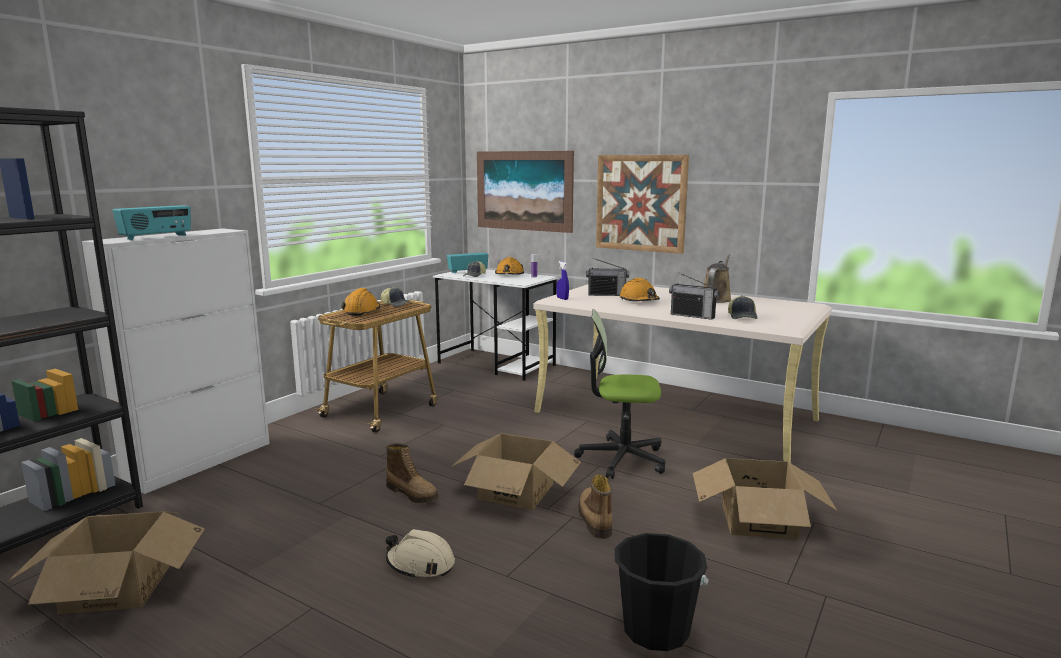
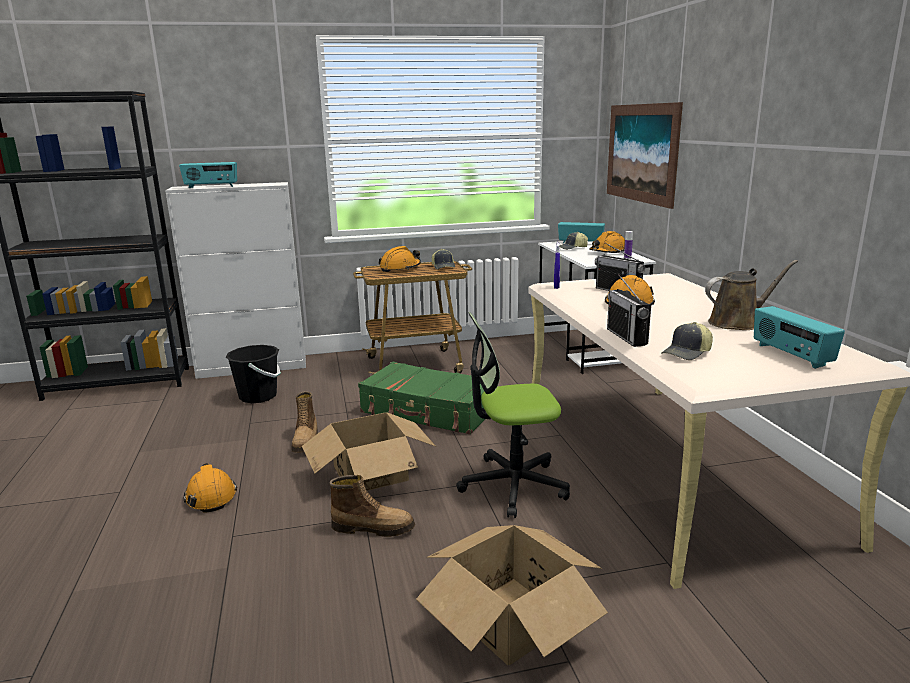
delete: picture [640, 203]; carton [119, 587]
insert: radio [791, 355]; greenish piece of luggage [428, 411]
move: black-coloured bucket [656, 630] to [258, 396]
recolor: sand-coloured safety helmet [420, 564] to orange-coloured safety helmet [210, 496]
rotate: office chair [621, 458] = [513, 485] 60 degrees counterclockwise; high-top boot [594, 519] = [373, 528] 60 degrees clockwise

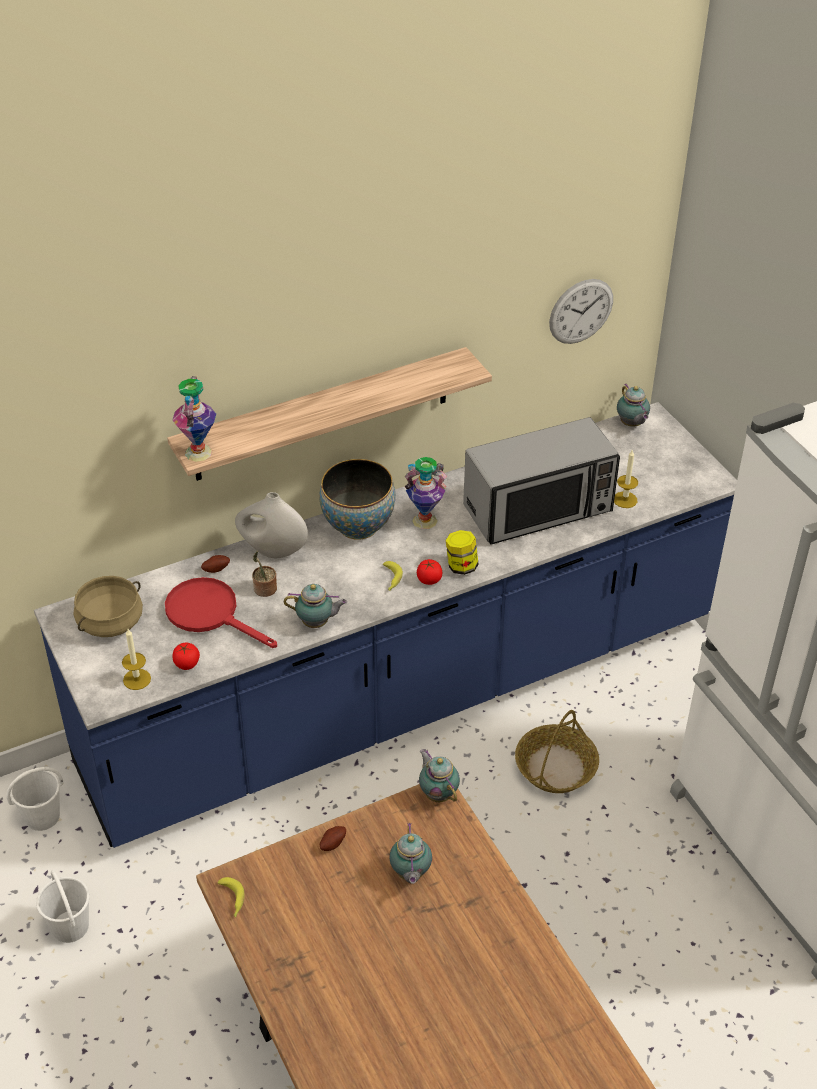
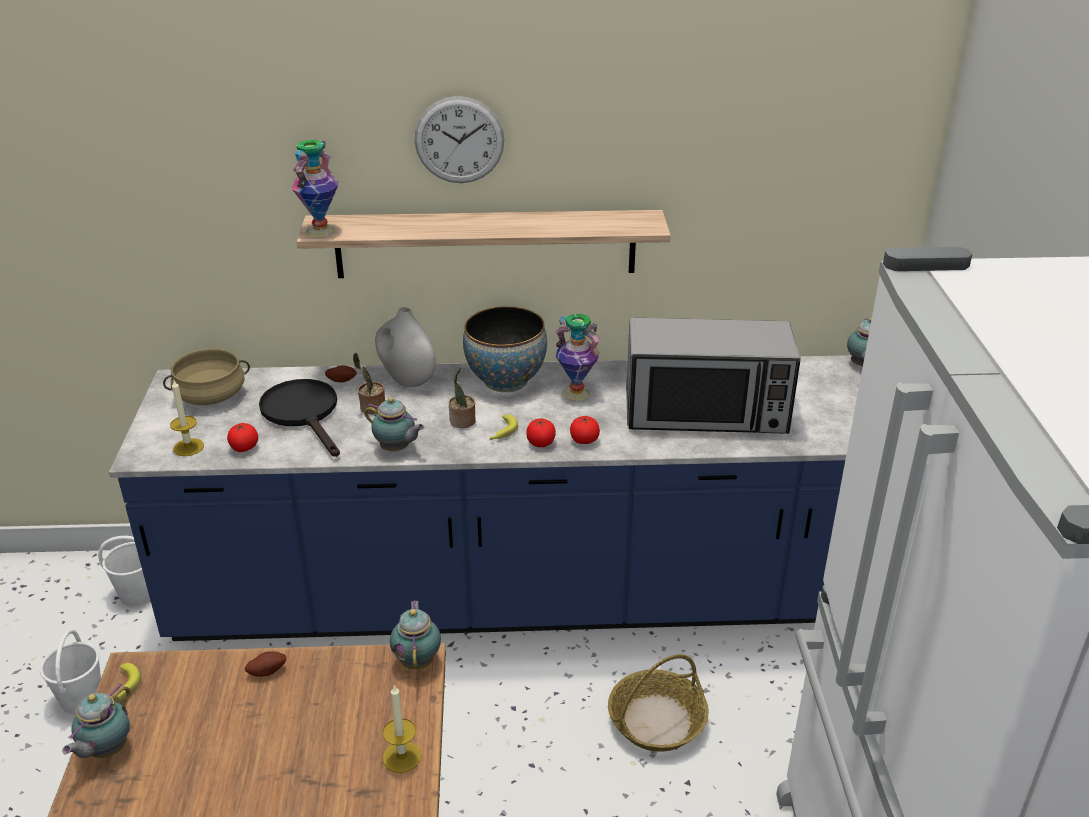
insert: potted plant [462, 422]
move: hanging clock [581, 311] to [459, 140]; candle [625, 500] to [402, 756]; teapot [410, 874] to [106, 750]
replace: jar [461, 566] to whole tomato [584, 440]
recolor: reddish skillet [210, 613] to black-coloured skillet [304, 413]

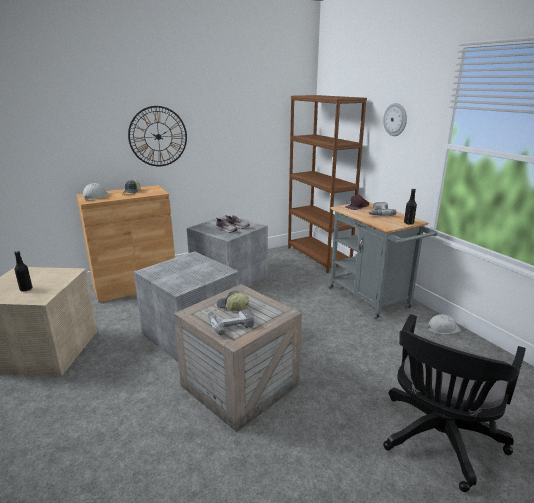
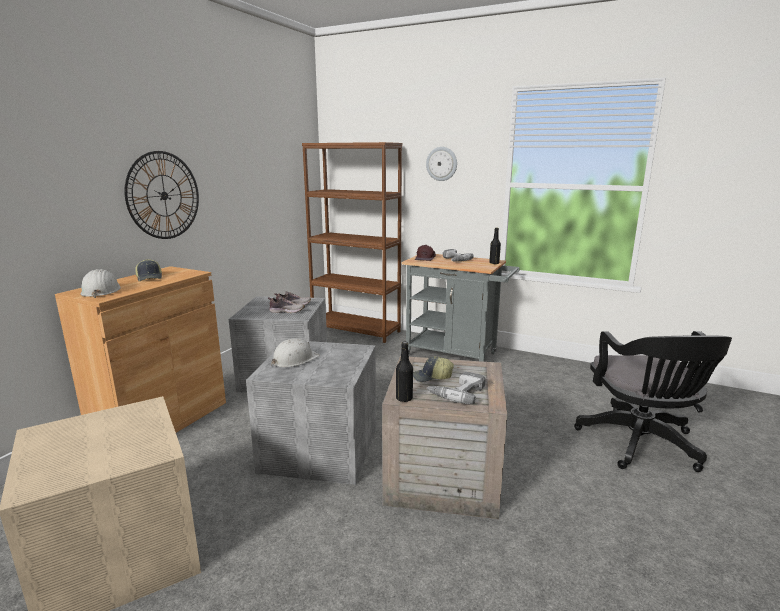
move: black-coloured drink bottle [26, 289] to [404, 398]; whitish safety helmet [442, 328] to [294, 359]

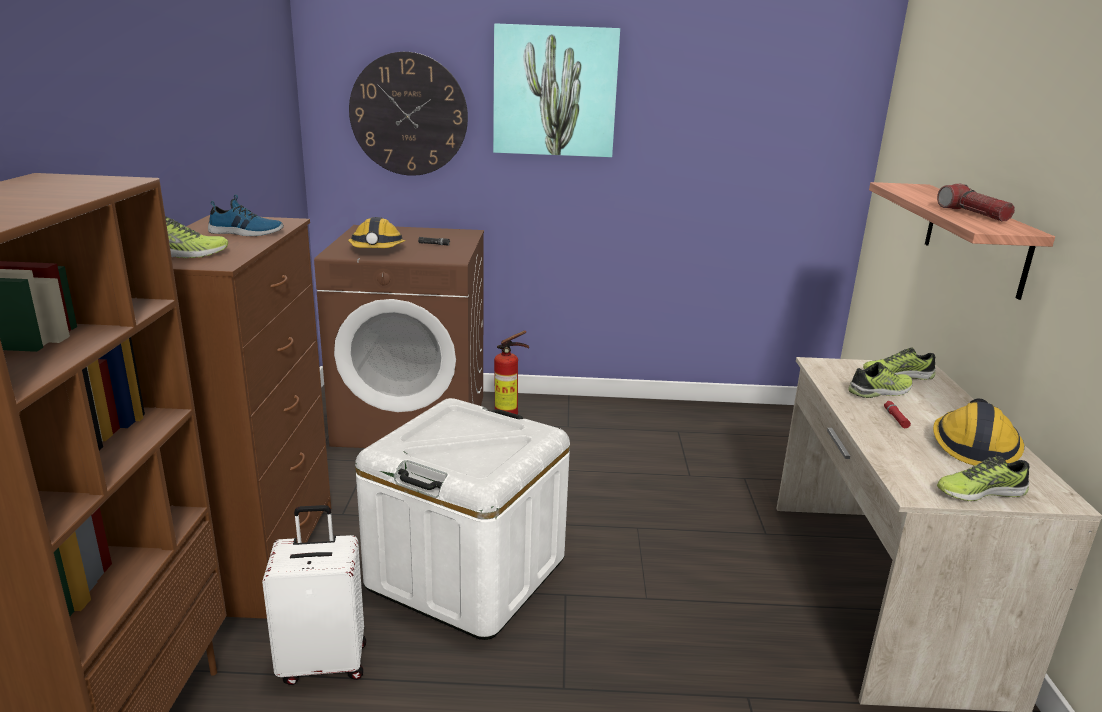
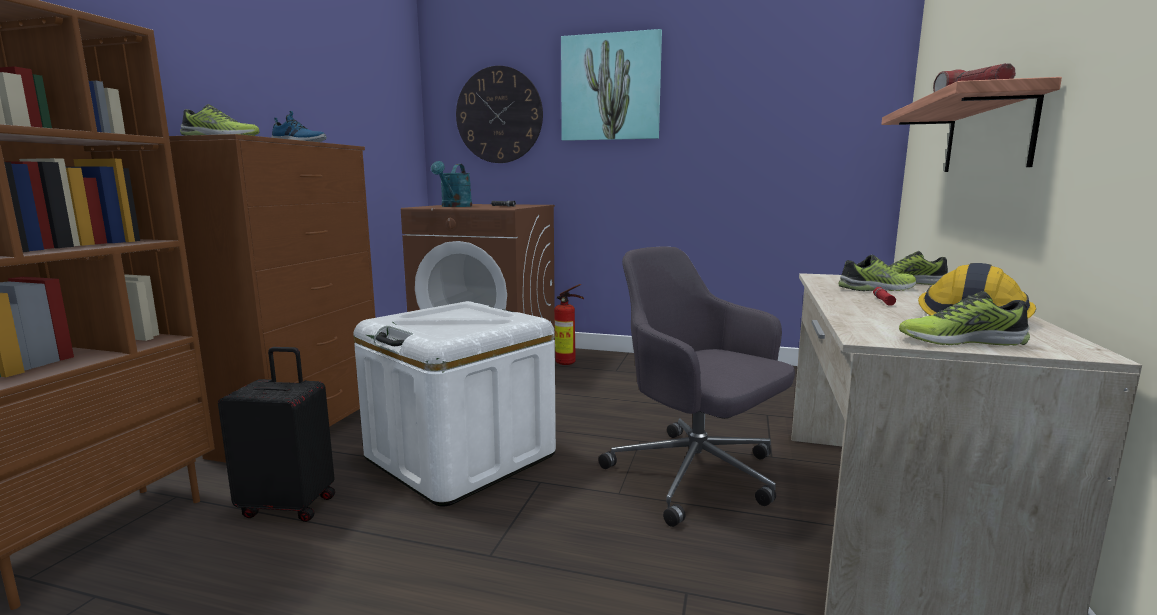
insert: greyish office chair [697, 475]
replace: safety helmet [377, 250] to blue-green watering pot [454, 206]
recolor: whitish piece of luggage [324, 662] to black-coloured piece of luggage [289, 505]

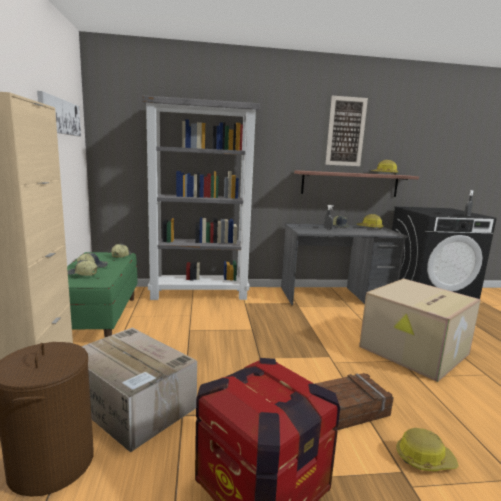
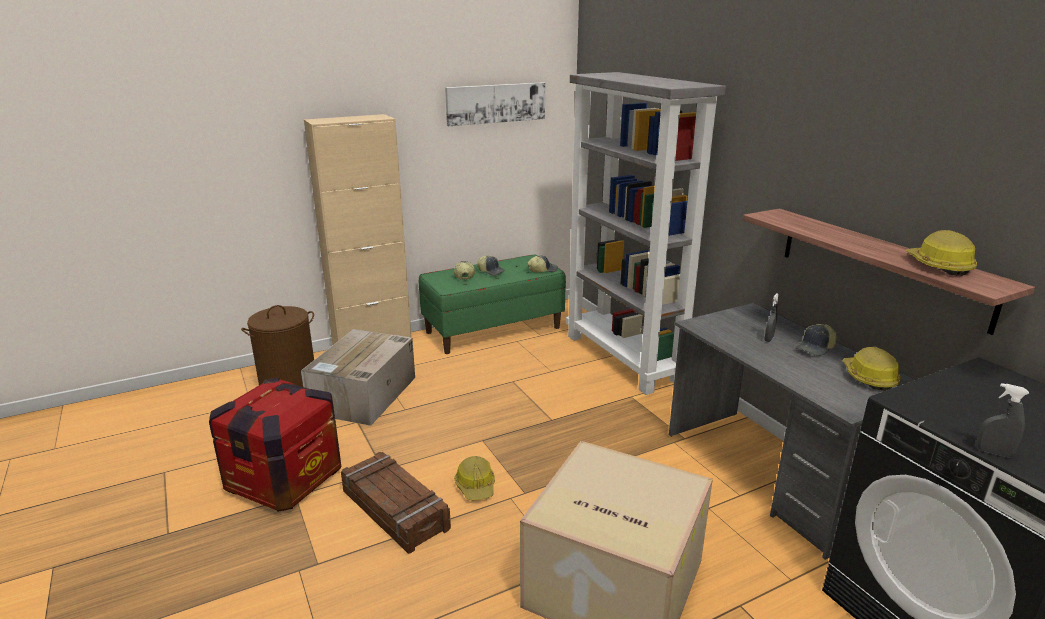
delete: picture [346, 131]
move: safety helmet [424, 459] to [476, 486]

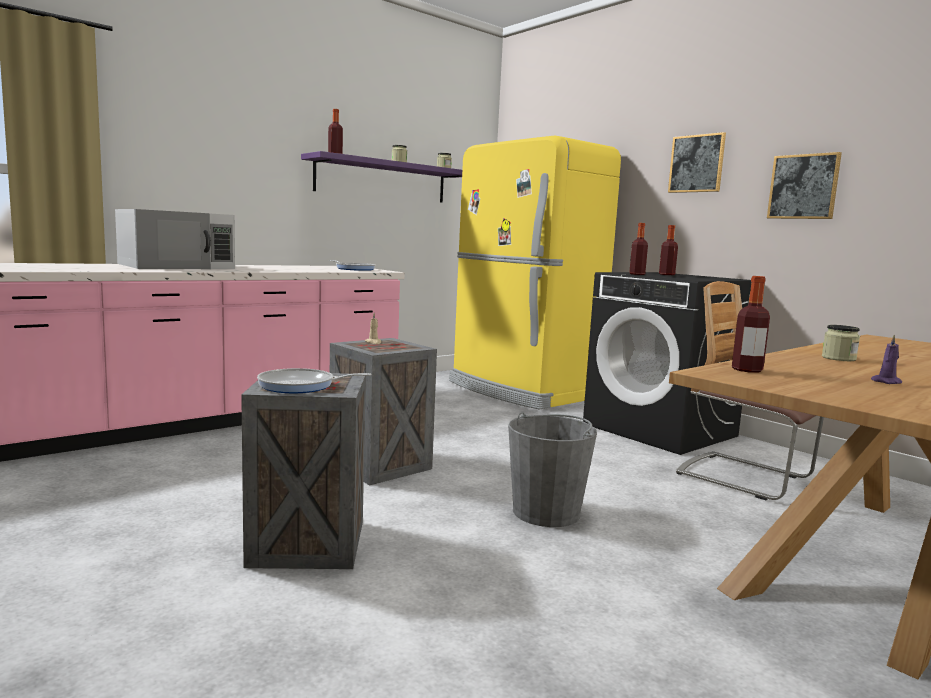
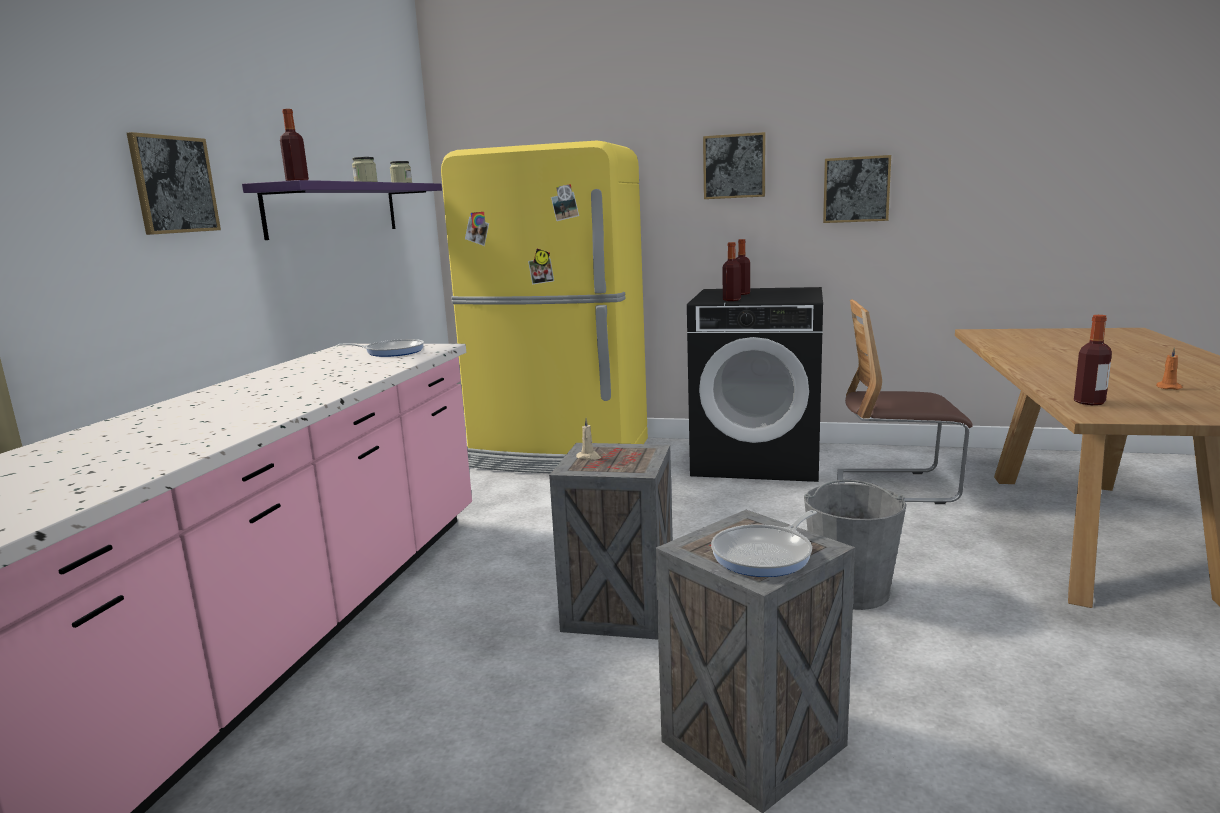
delete: whitish microwave oven [177, 266]; jar [838, 358]
insert: picture [174, 185]
recolor: purple-coloured candle [887, 382] to orange-coloured candle [1168, 387]

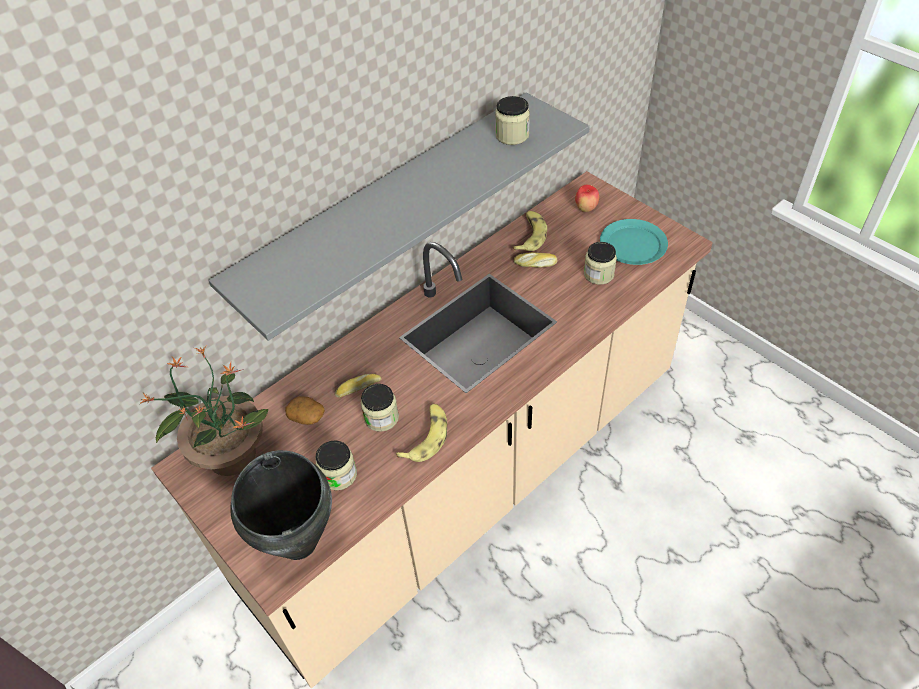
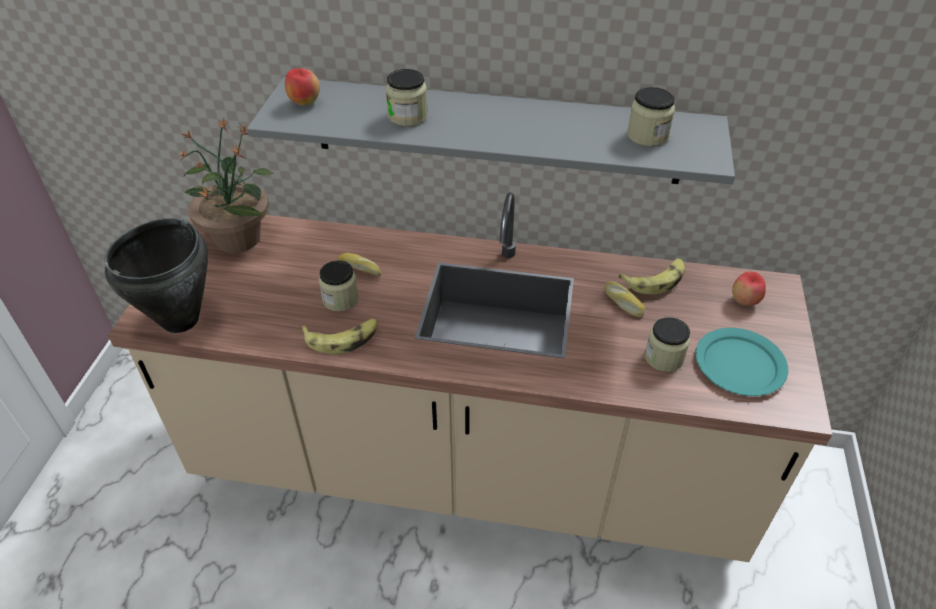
delete: potato [307, 416]
insert: whole apple [305, 103]
move: jar [339, 475] to [407, 116]

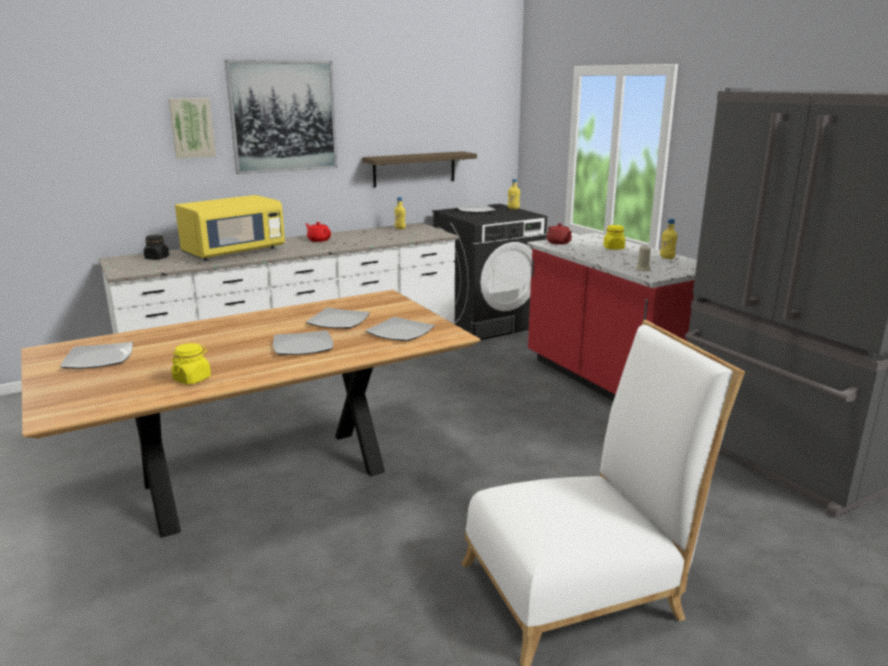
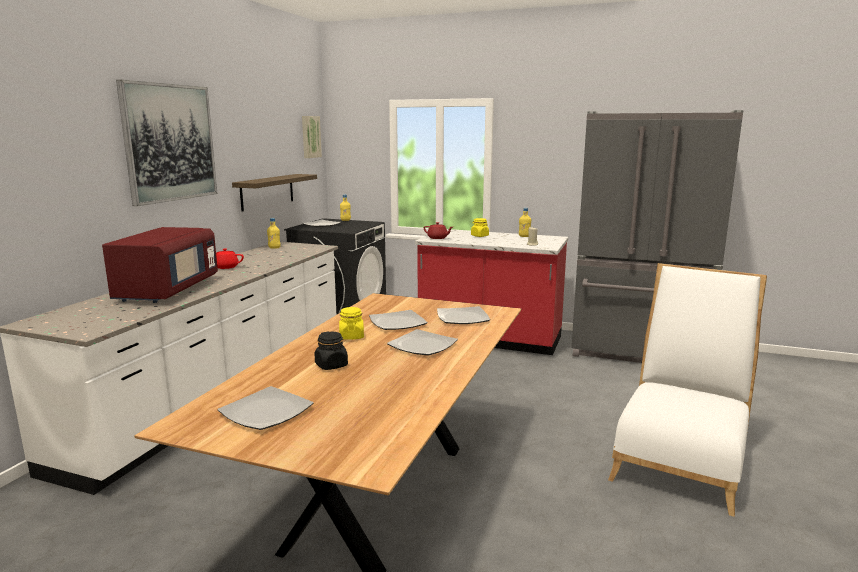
move: picture [192, 128] to [310, 137]; black-coloured jar [157, 258] to [331, 365]; yellow jar [192, 379] to [351, 336]
recolor: yellow microwave oven [234, 252] to reddish microwave oven [167, 291]

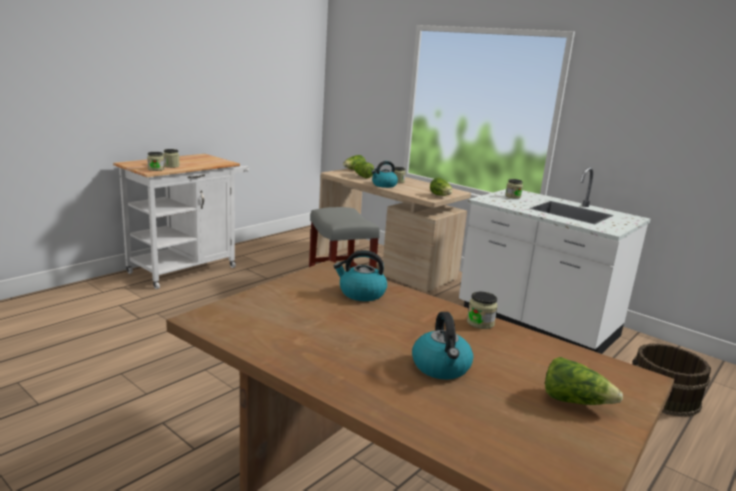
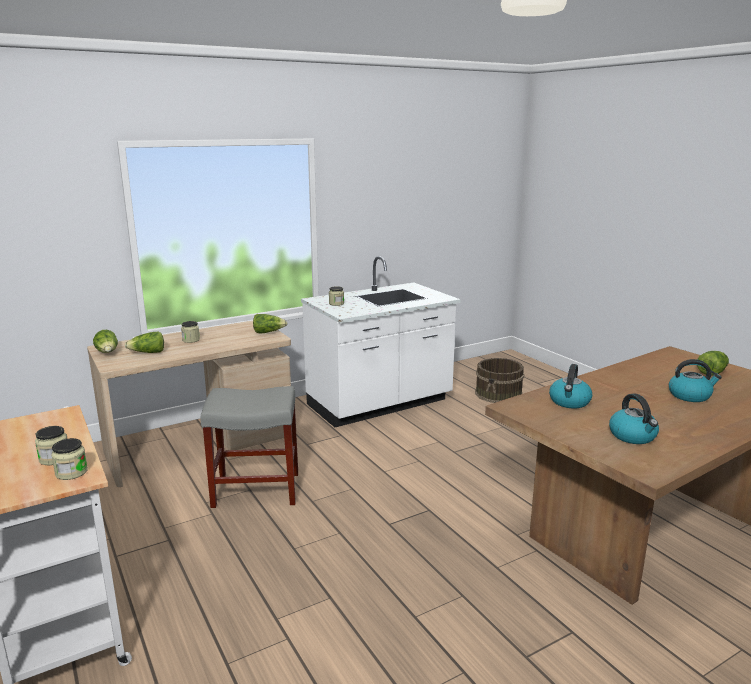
delete: jar [480, 323]
move: water kettle [384, 185] to [633, 436]

